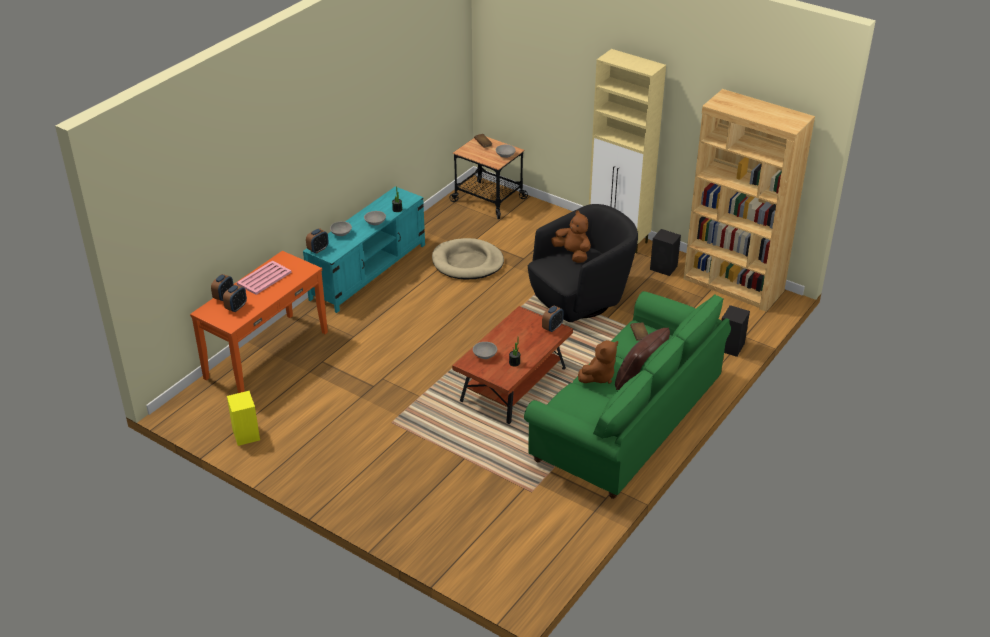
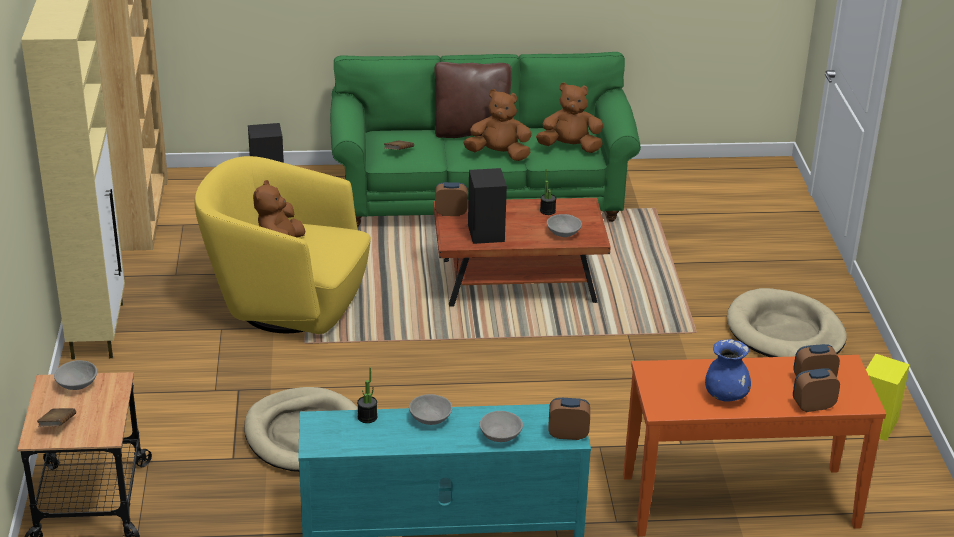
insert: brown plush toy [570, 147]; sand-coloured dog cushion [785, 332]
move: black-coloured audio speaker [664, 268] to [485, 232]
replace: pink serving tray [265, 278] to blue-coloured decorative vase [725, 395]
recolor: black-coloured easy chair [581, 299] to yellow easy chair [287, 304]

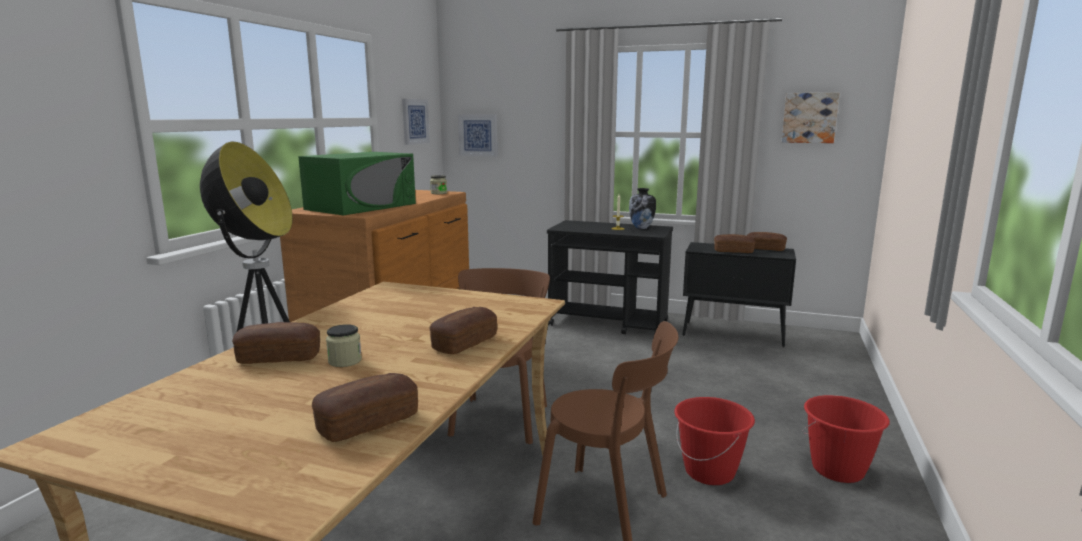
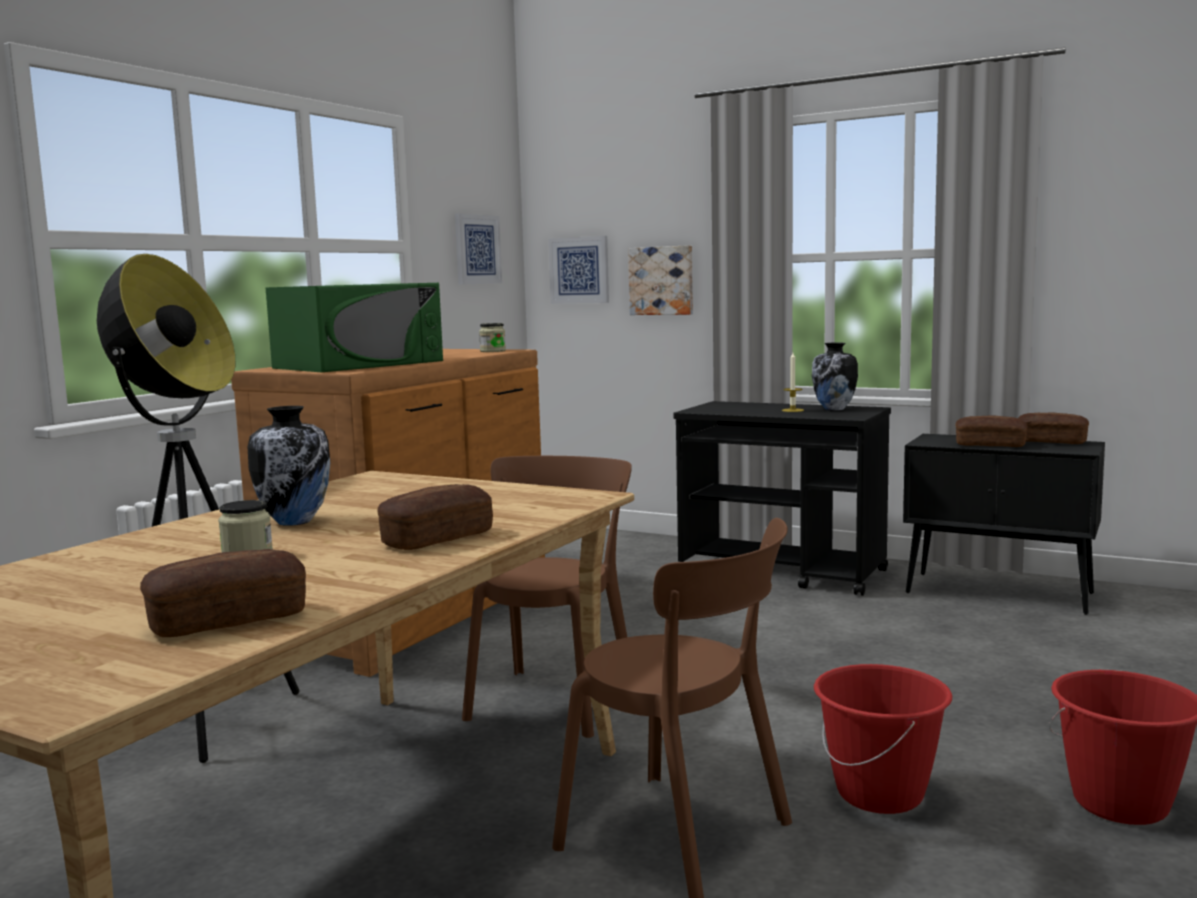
delete: baked bread [279, 357]
insert: decorative vase [295, 521]
move: picture [809, 118] to [662, 280]

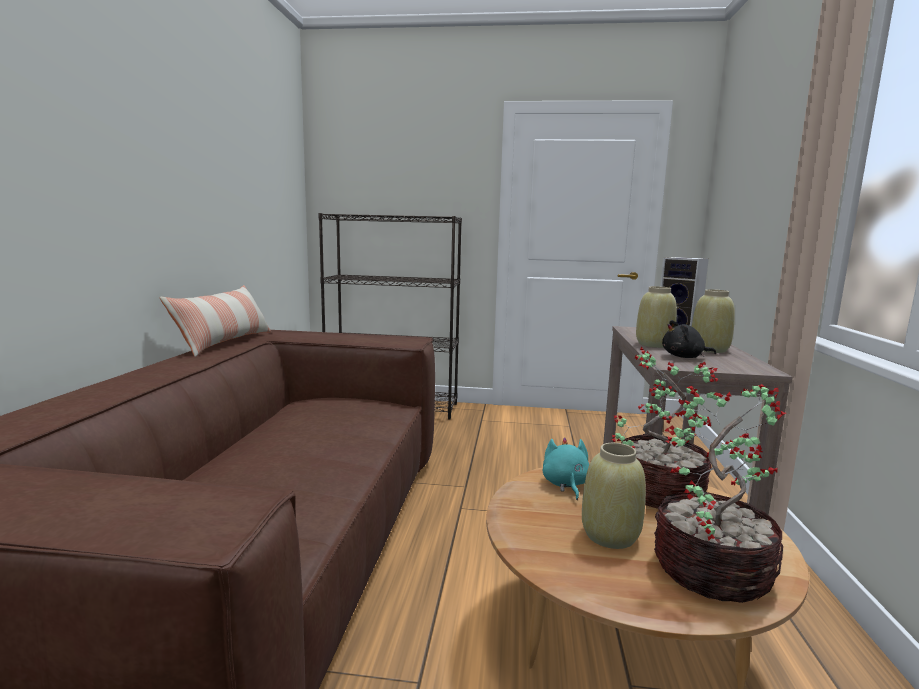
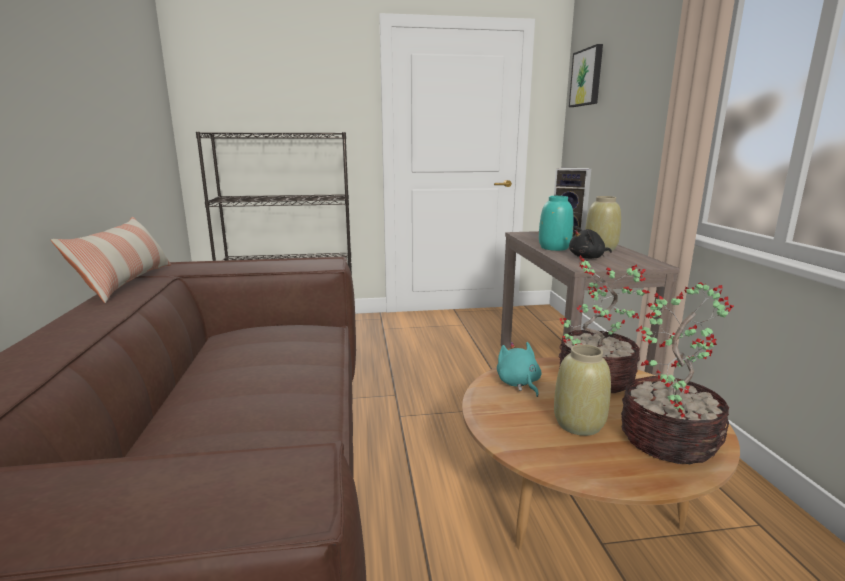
insert: picture [587, 77]
recolor: sand-coloured decorative vase [653, 344] to blue-green decorative vase [553, 248]

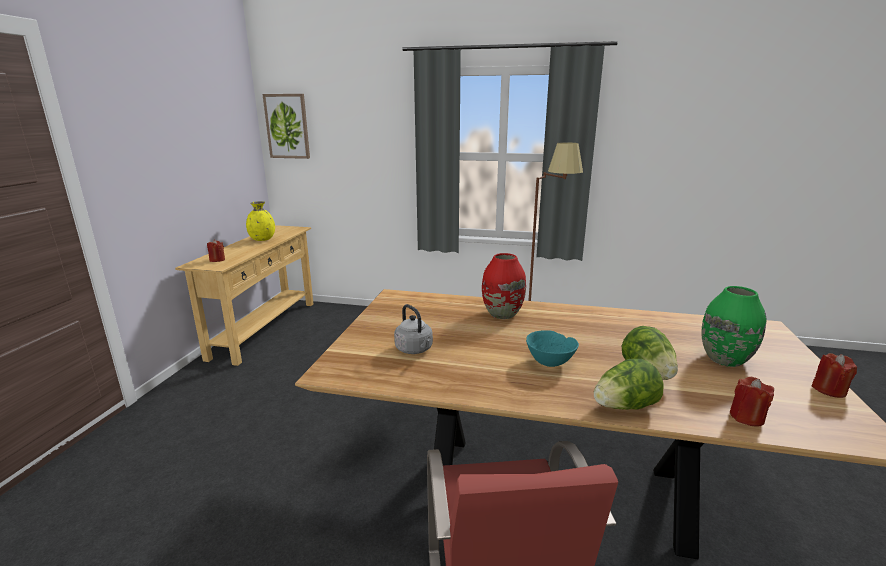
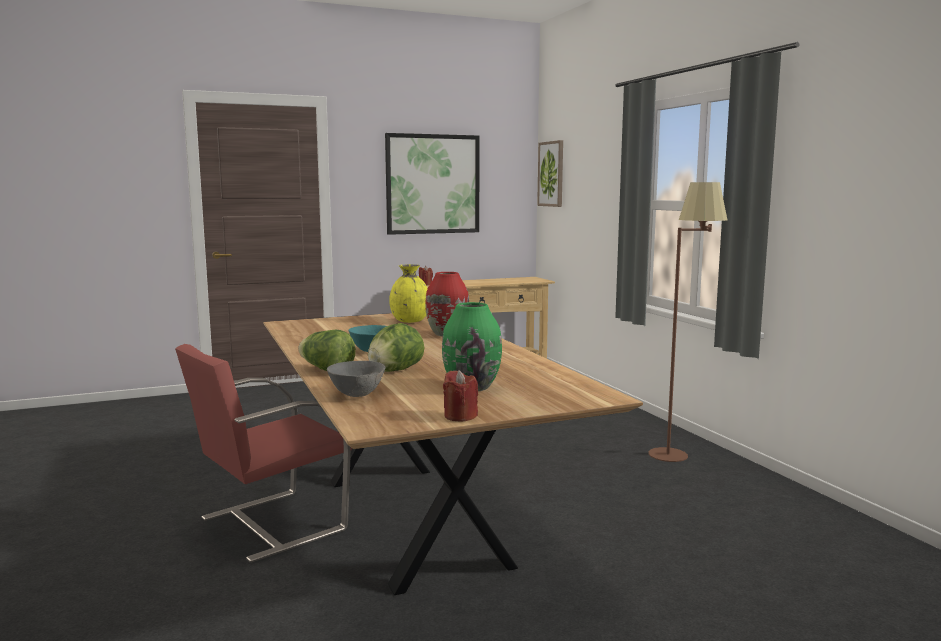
delete: greyish water kettle [415, 350]
insert: picture [432, 184]
move: yellow decorative vase [262, 239] to [410, 321]
replace: reddish candle [746, 417] to greyish deep dish [357, 395]

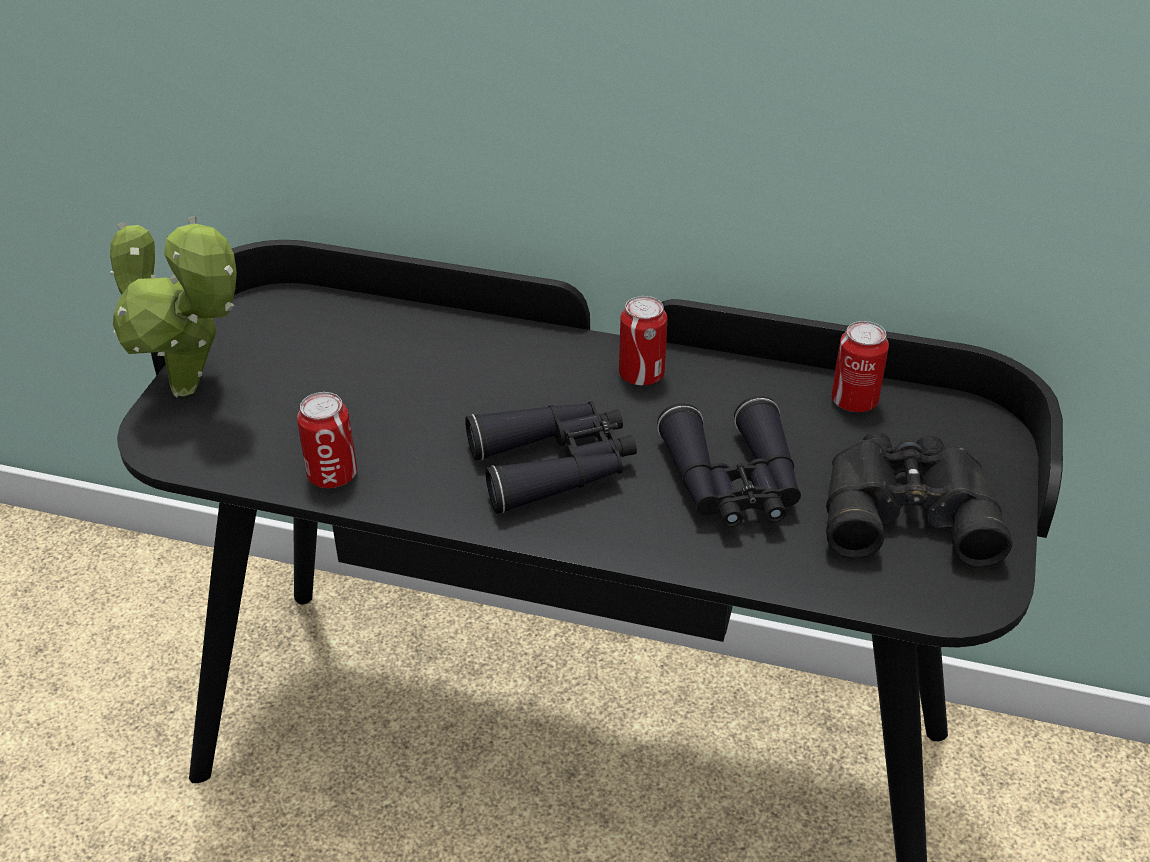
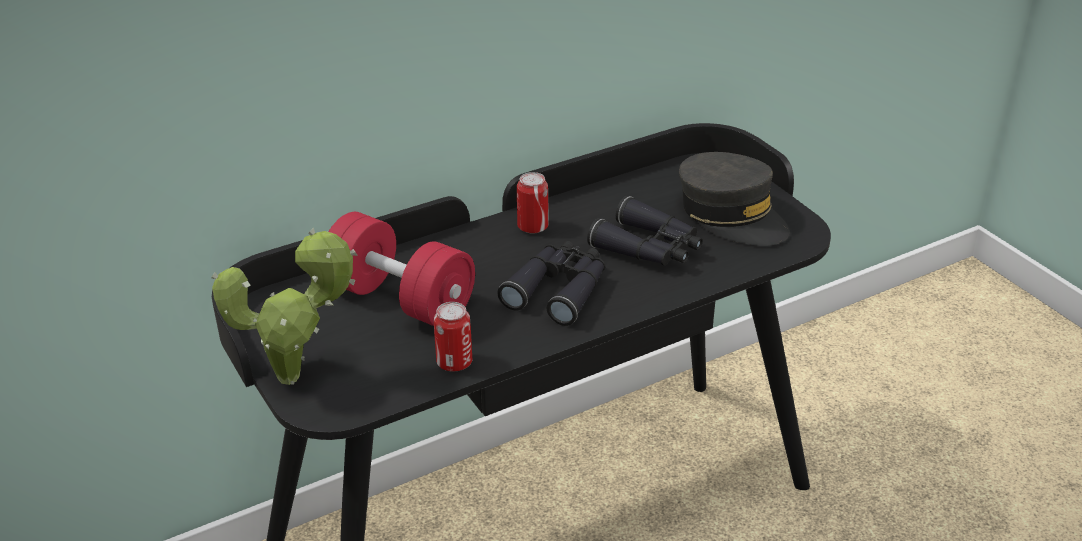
delete: can [854, 401]
insert: reddish dumbbell [400, 299]
replace: black-coloured pair of binoculars [905, 507] to greyish peaked cap [731, 215]

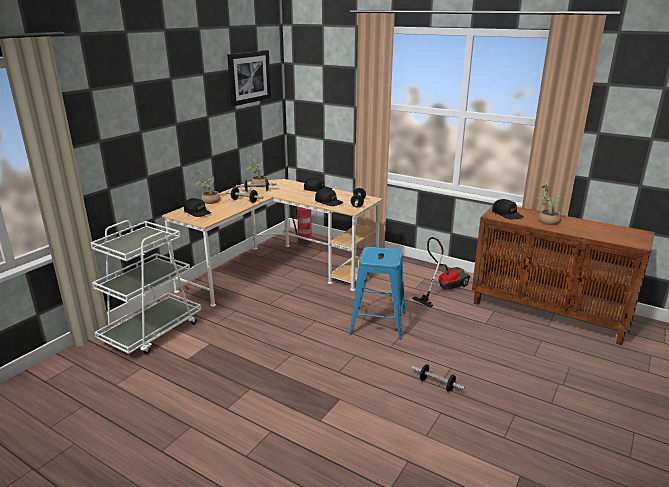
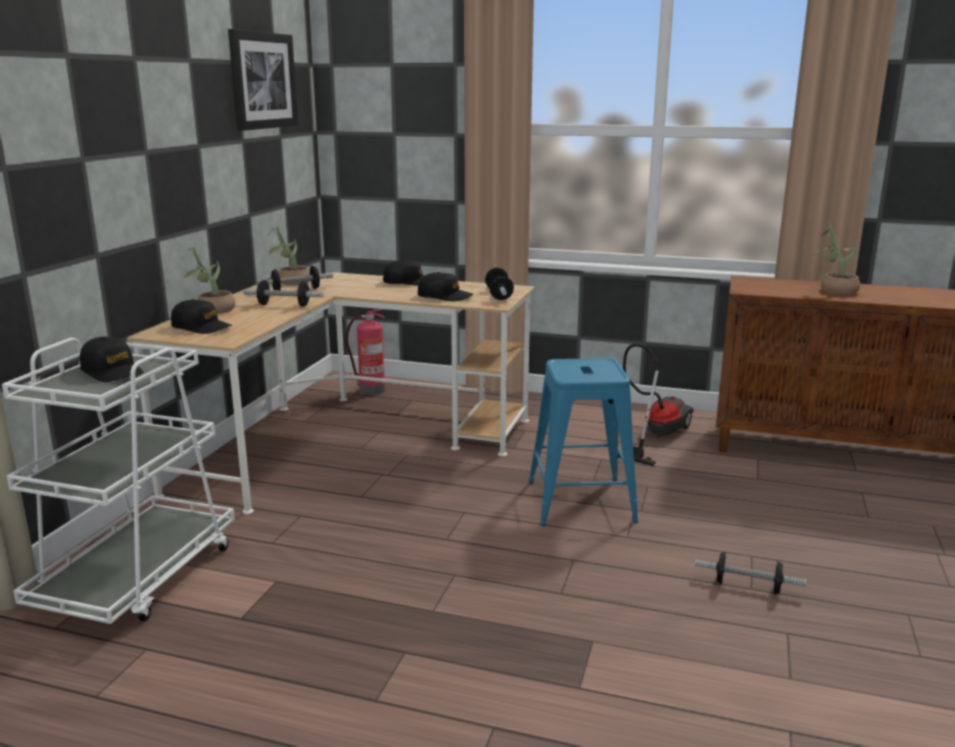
move: black-coloured peaked cap [507, 214] to [112, 371]

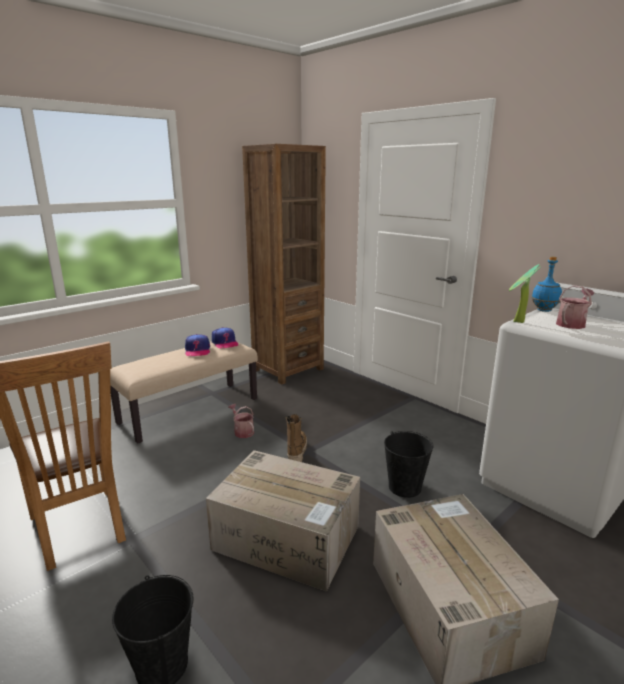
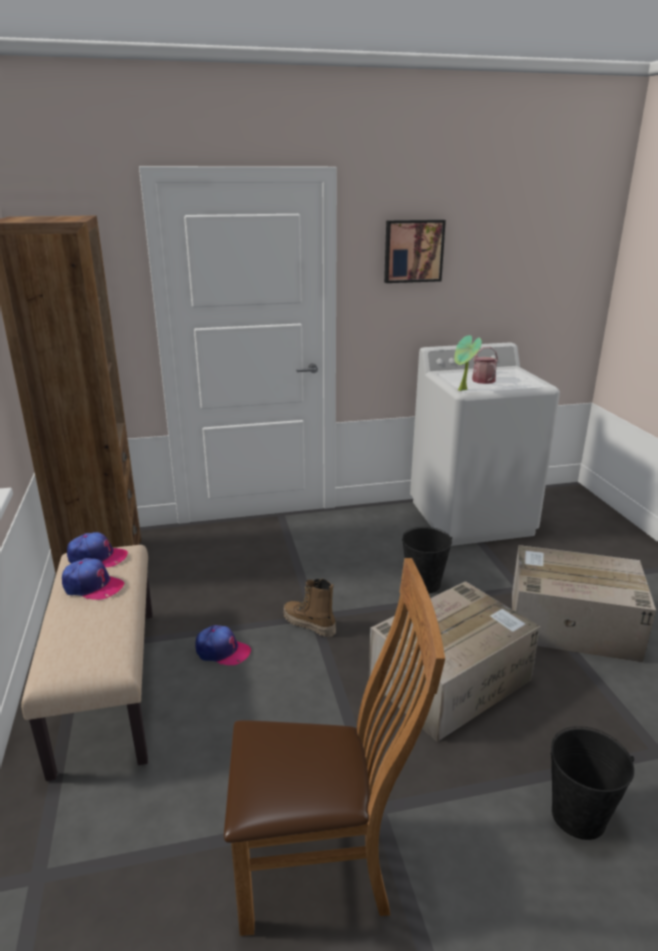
delete: blue-coloured drink bottle [543, 310]
insert: picture [413, 251]
replace: watering pot [242, 431] to peaked cap [222, 651]

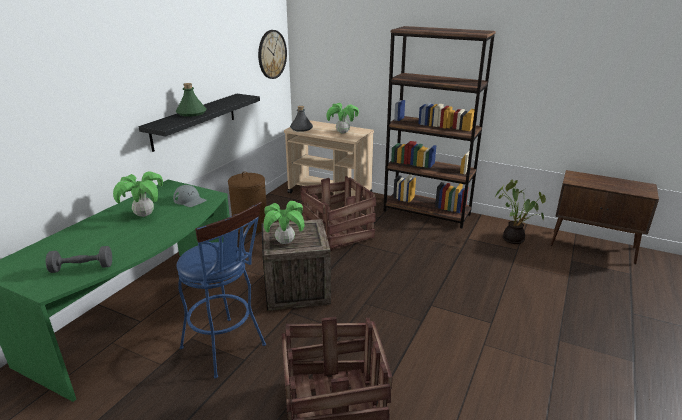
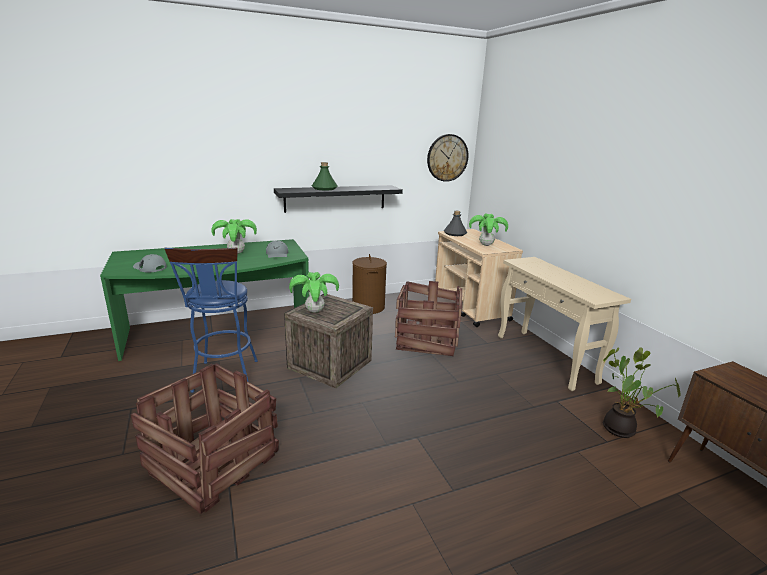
replace: brown bookcase [427, 212] to sand-coloured narrow table [545, 359]; greyish dumbbell [82, 268] to greyish peaked cap [150, 267]

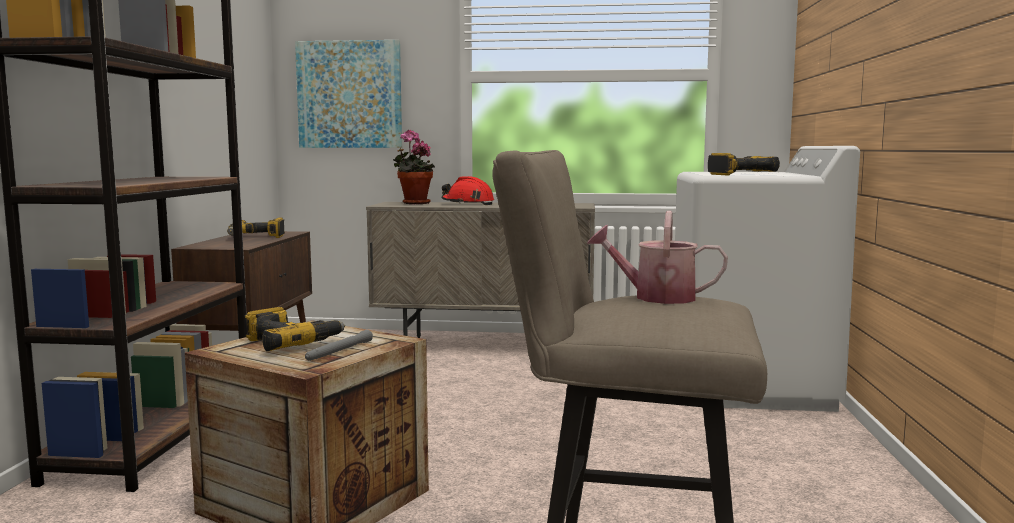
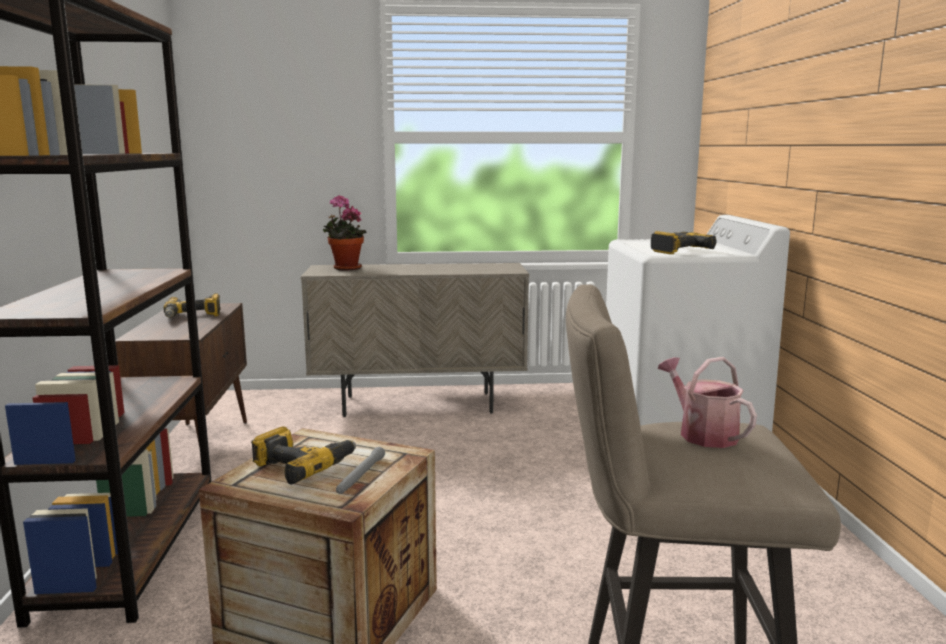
delete: picture [350, 95]; reddish safety helmet [467, 204]
rotate: watering pot [655, 297] = [702, 433] 60 degrees clockwise

